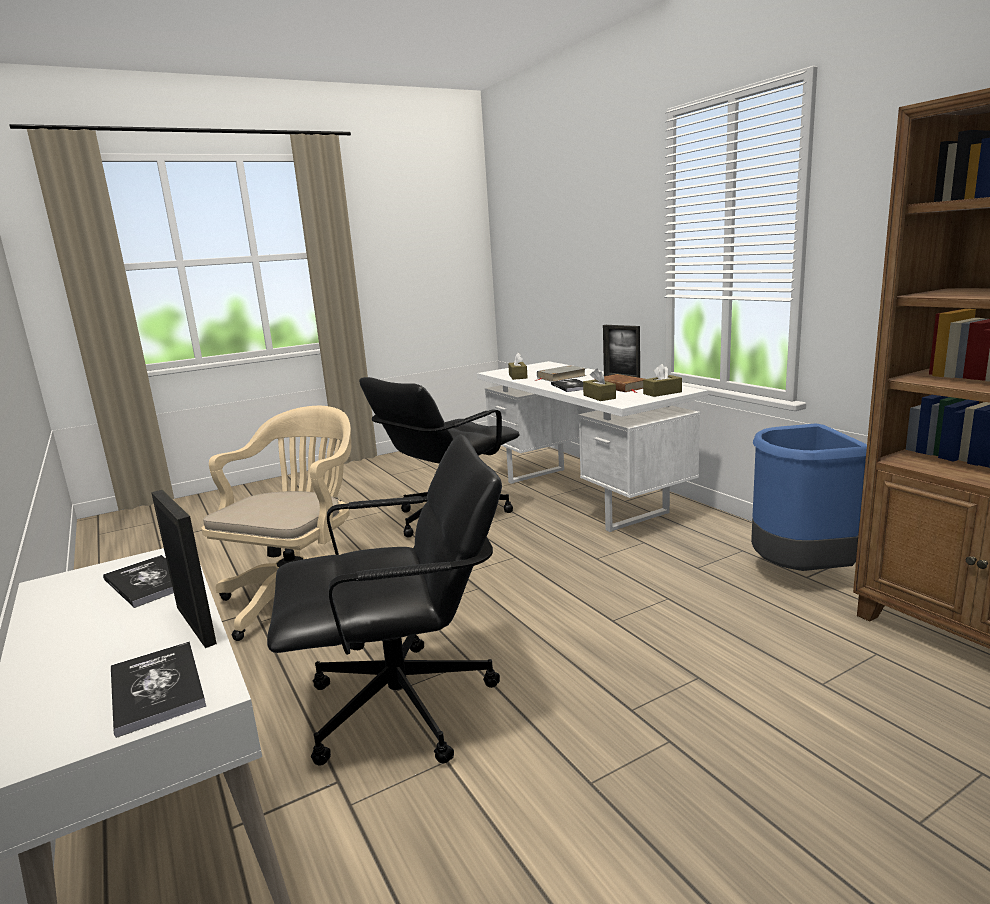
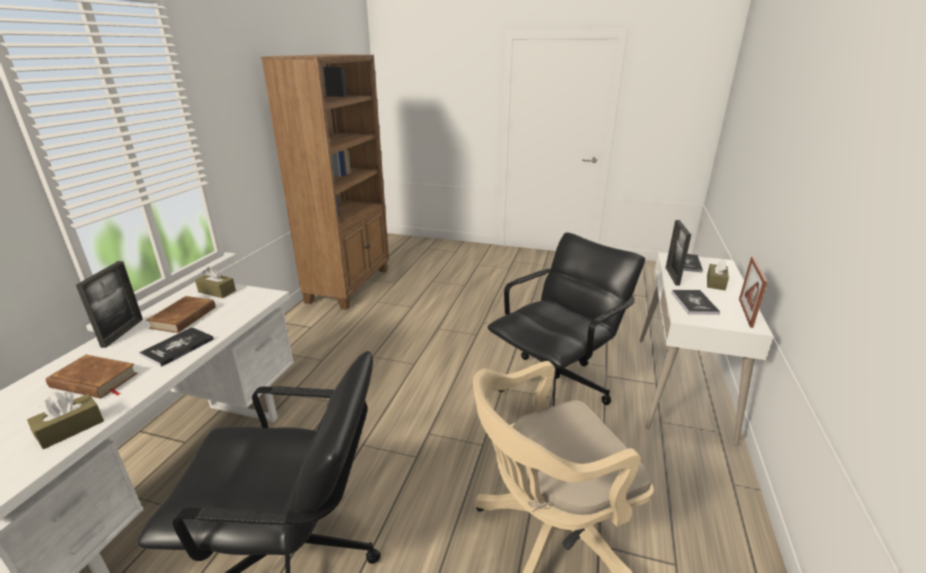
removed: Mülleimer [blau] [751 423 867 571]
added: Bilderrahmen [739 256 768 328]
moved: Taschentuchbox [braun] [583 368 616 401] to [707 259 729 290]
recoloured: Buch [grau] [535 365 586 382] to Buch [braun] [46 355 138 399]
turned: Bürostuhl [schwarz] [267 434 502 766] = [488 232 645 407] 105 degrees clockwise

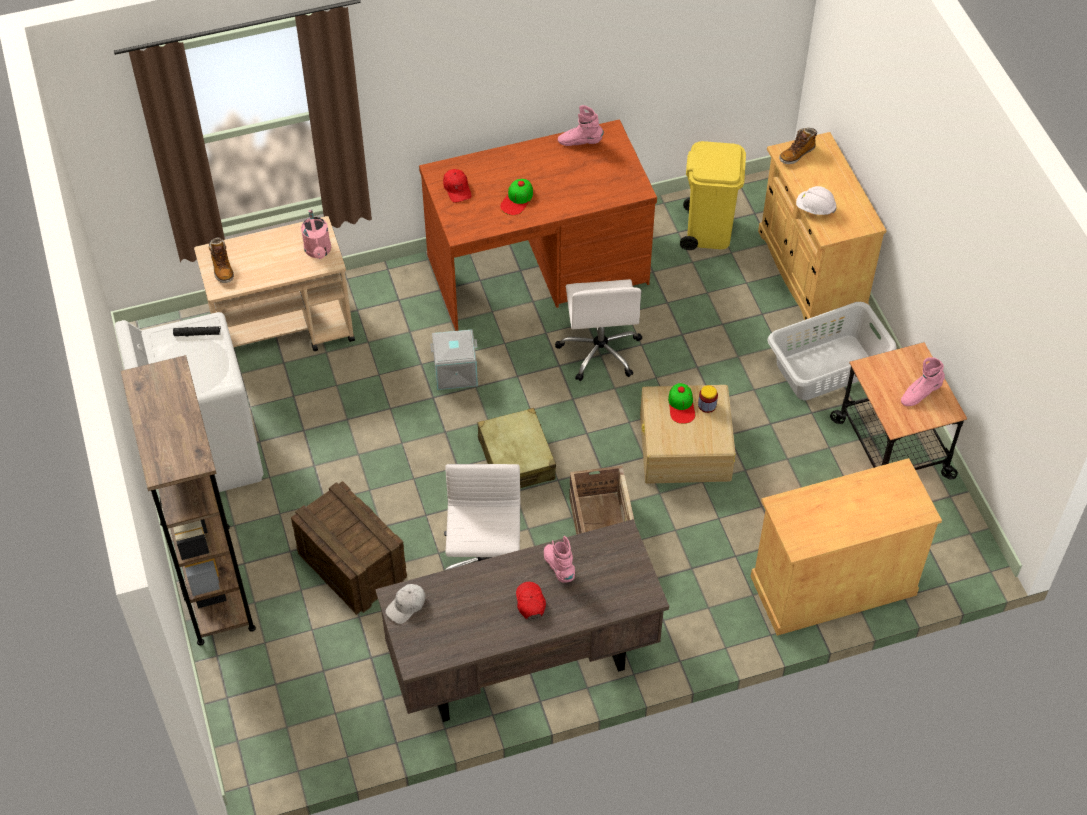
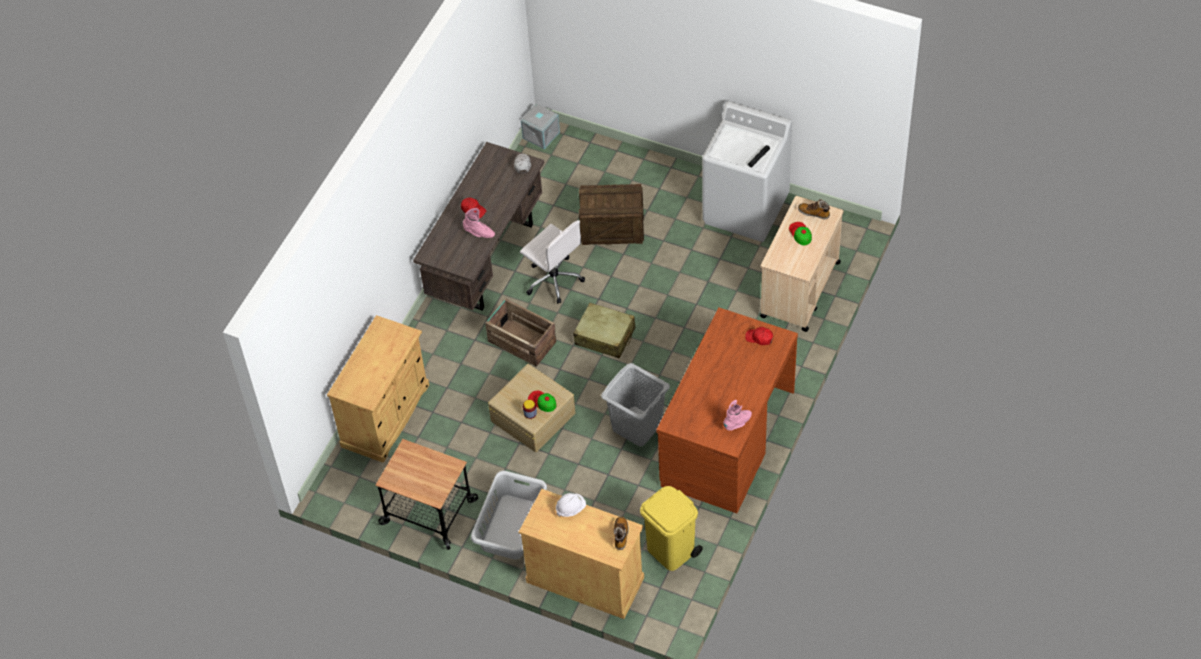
removed: Bücherregal [braun] [121 355 256 646]; Gießkanne [rosa] [301 210 331 259]; Stiefel [rosa] [901 357 945 406]
moved: Aufbewahrungsbox [grau] [430 329 478 390] to [521 104 560 149]; Kappe [500 179 533 215] to [789 222 812 245]
replaced: Bürostuhl [weiß] [555 279 642 381] to Wäschekorb [grau] [601 363 670 447]

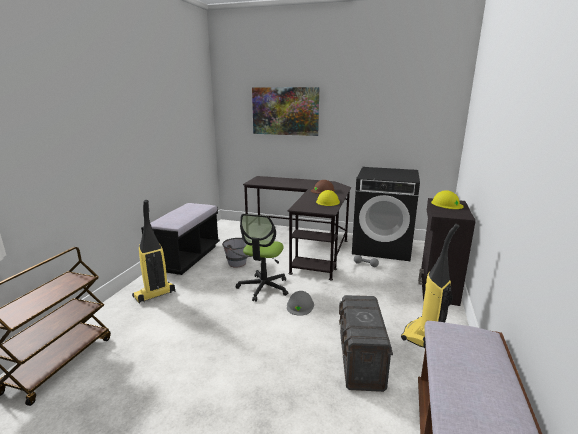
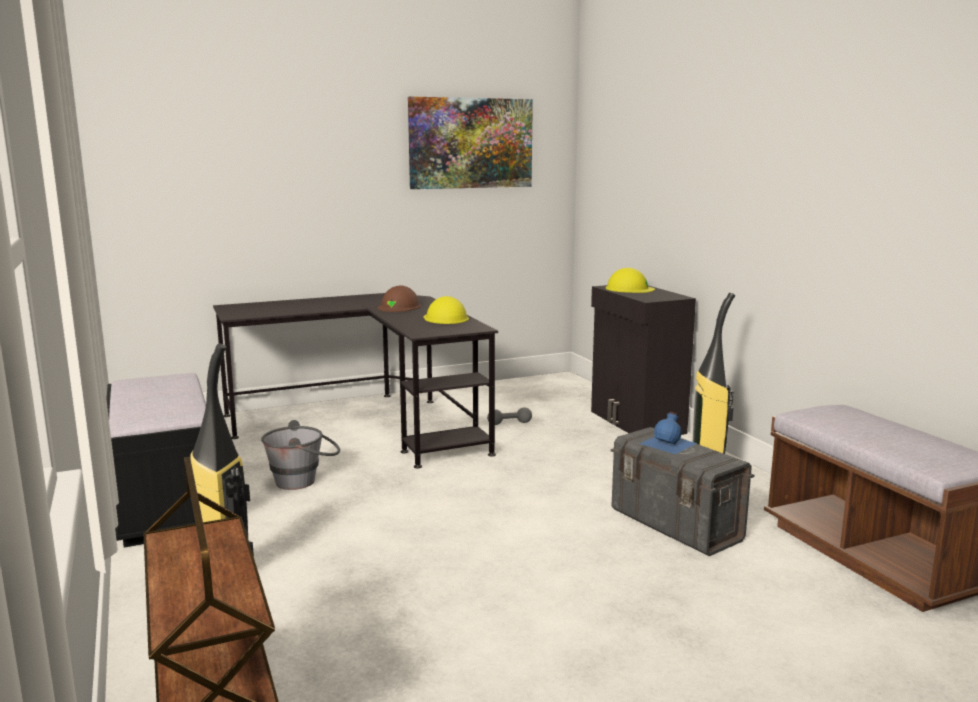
removed: Bürostuhl [236 214 288 302]; Schutzhelm [grau] [287 291 314 316]; Waschmaschine [schwarz] [352 167 420 261]
added: Flasche [blau] [640 412 697 454]
moved: Bild [252 87 320 136] to [408 96 533 189]

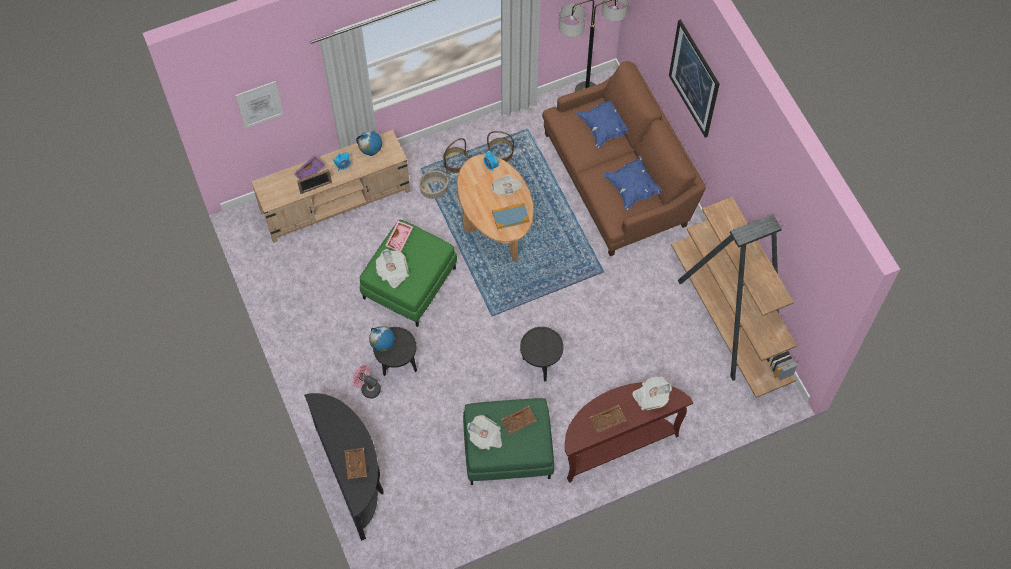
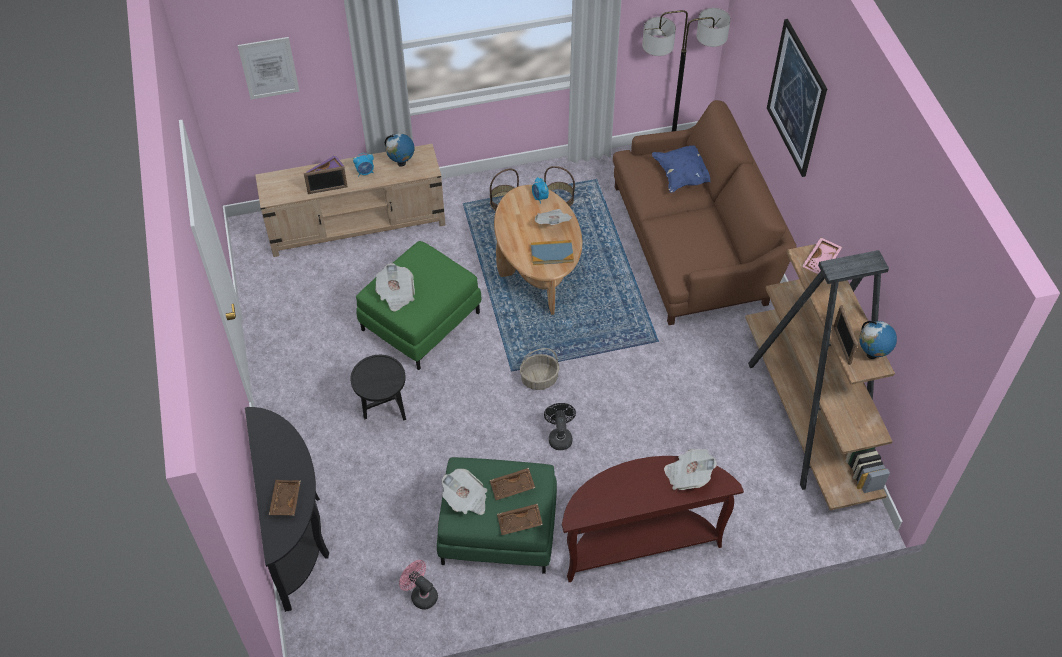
removed: Kissen [blau] [603 156 662 210]
added: Bilderrahmen [833 305 858 365]
moved: Ventilator [rosa] [353 364 381 399] to [399 560 438 610]; Globus [369 326 395 352] to [859 321 897 359]; Tablett [rosa] [385 221 413 252] to [802 238 842 274]; Korb [419 167 449 199] to [520 348 560 390]; Tablett [braun] [590 405 627 433] to [497 503 543 535]
replaced: Beistelltisch [schwarz] [520 327 564 382] to Ventilator [schwarz] [544 403 576 450]

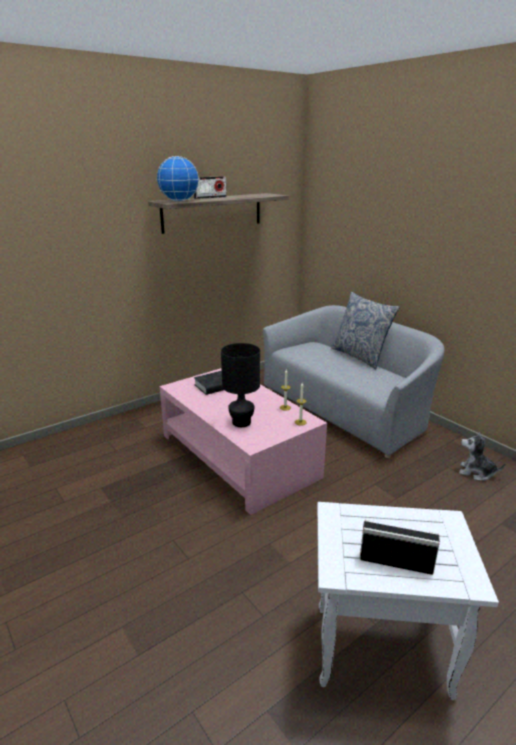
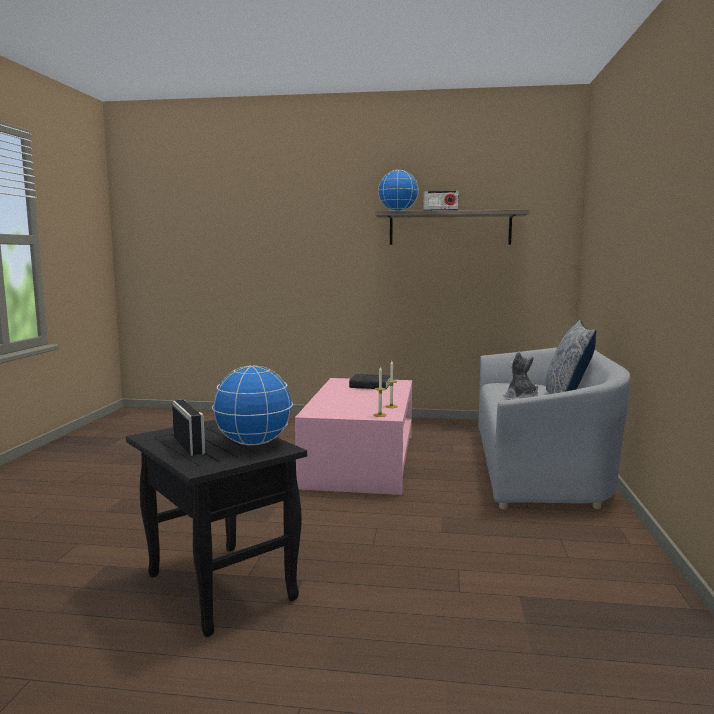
removed: Tischlampe [schwarz] [221 343 260 427]
added: Globus [212 365 293 445]
moved: Plüschtier [459 432 505 481] to [503 351 538 400]
recoloured: Beistelltisch [weiß] [317 502 499 700] to Beistelltisch [schwarz] [126 420 307 637]

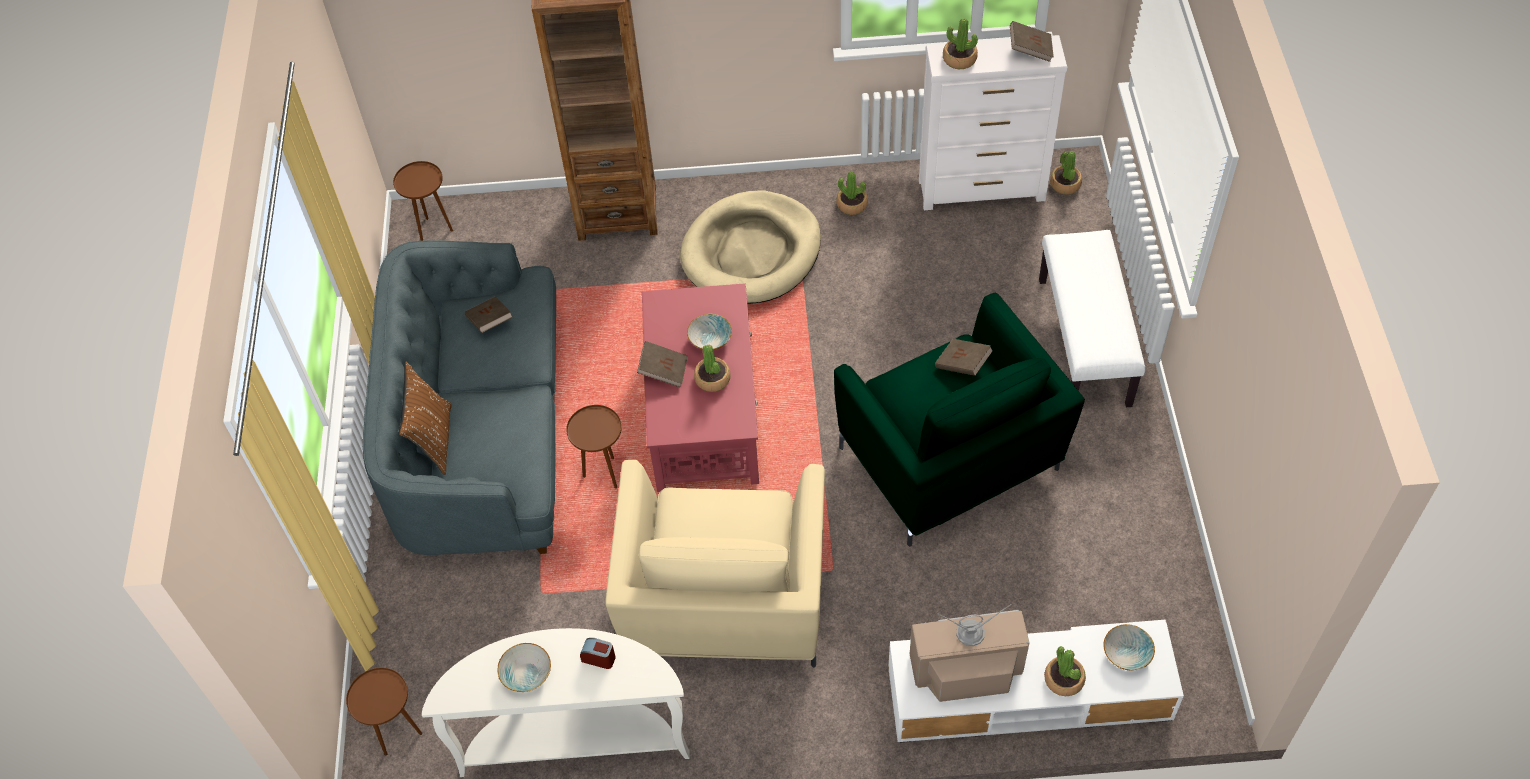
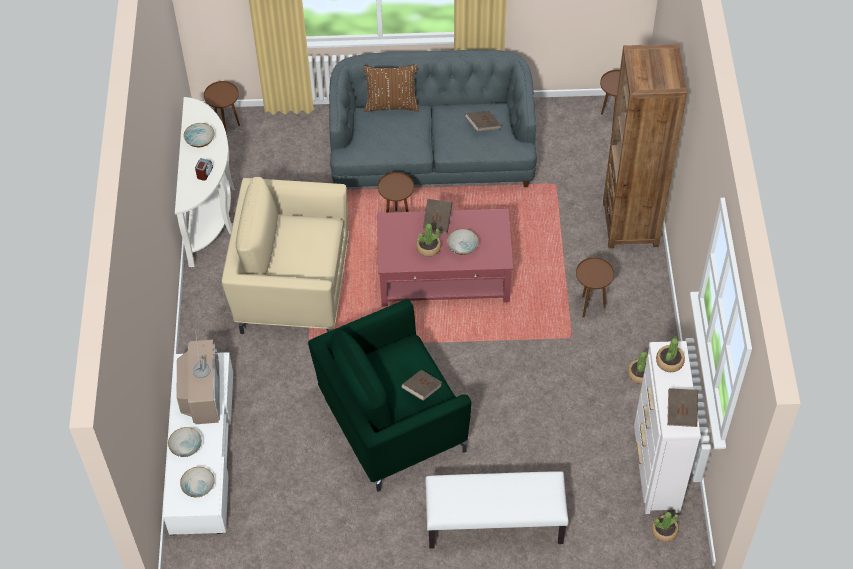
replaced: Hundebett [beige] [680 191 821 304] to Beistelltisch [braun] [576 257 614 318]; Topfpflanze [1044 646 1086 696] to Schüssel [168 427 202 457]

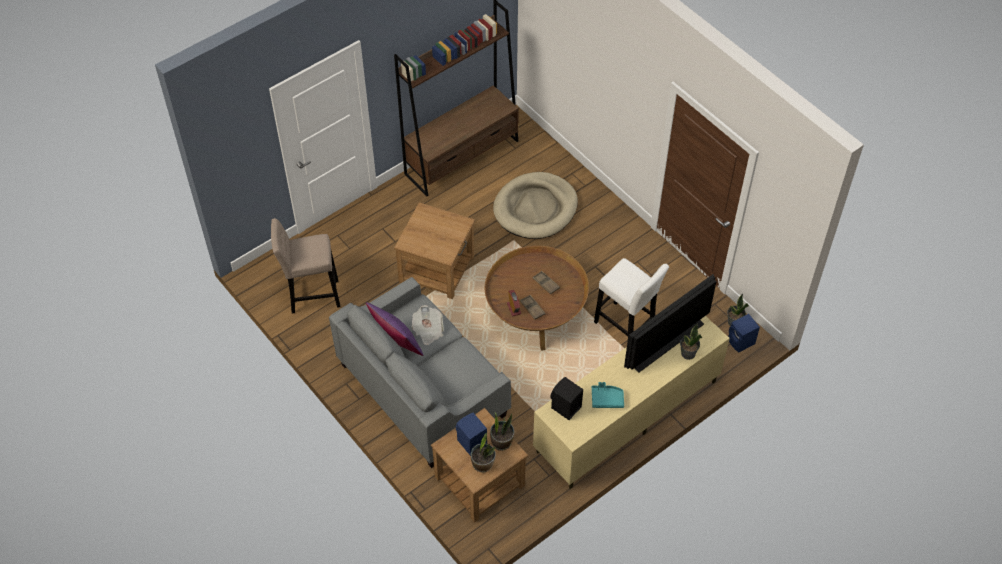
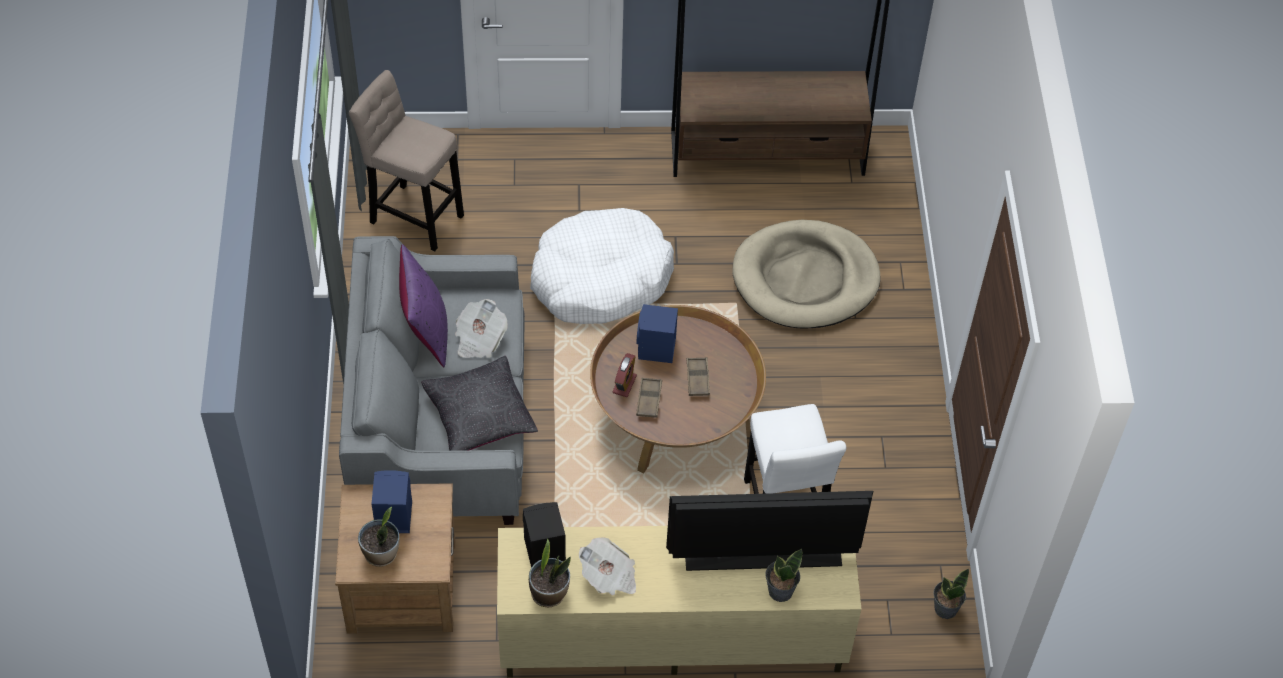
added: Kissen [schwarz] [421 356 538 451]
moved: Topfpflanze [490 413 514 451] to [529 539 571 607]; Lautsprecher [blau] [728 314 760 353] to [636 304 678 363]
replaced: Beistelltisch [braun] [394 202 475 299] to Hundebett [weiß] [530 208 674 324]; Tablett [türkis] [592 382 624 408] to Zeitung [579 537 636 595]

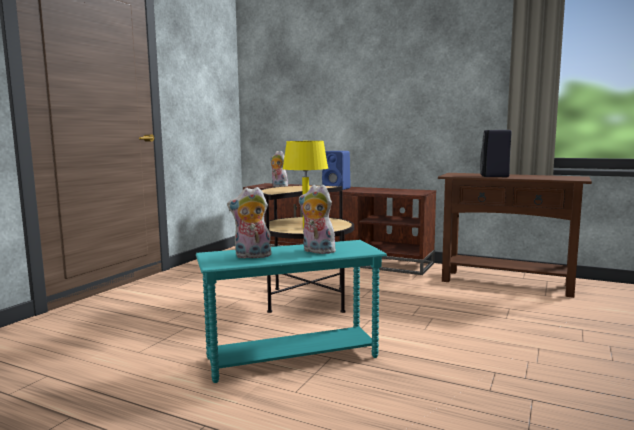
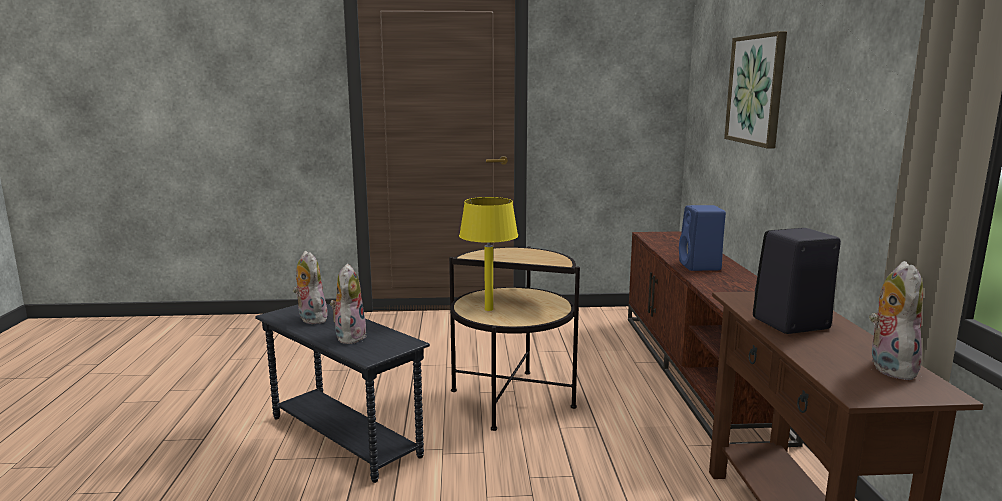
added: Bild [724 31 787 148]
moved: Plüschtier [270 151 288 187] to [869 261 923 380]
recoloured: Beistelltisch [türkis] [196 240 387 383] to Beistelltisch [grau] [255 303 430 483]

